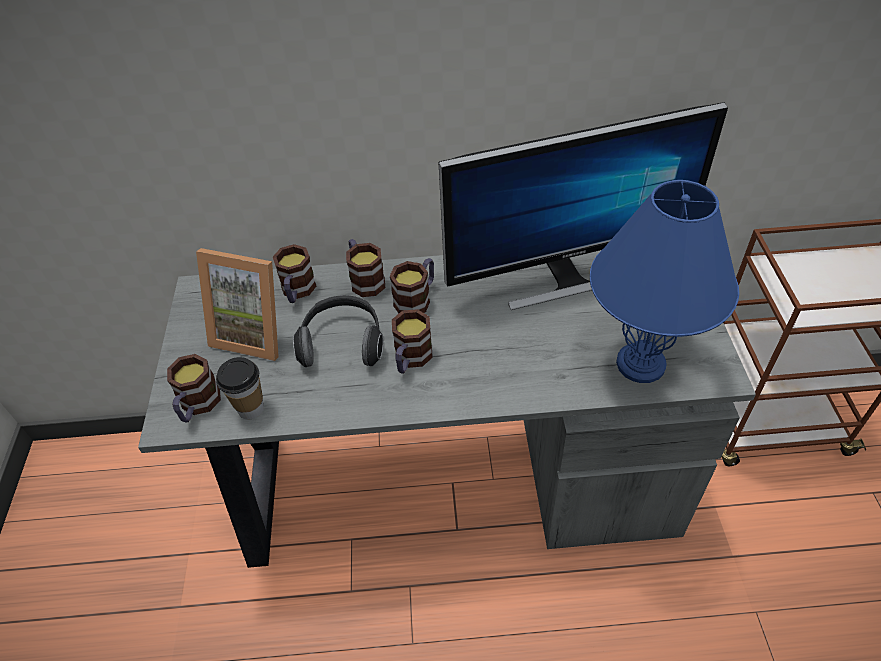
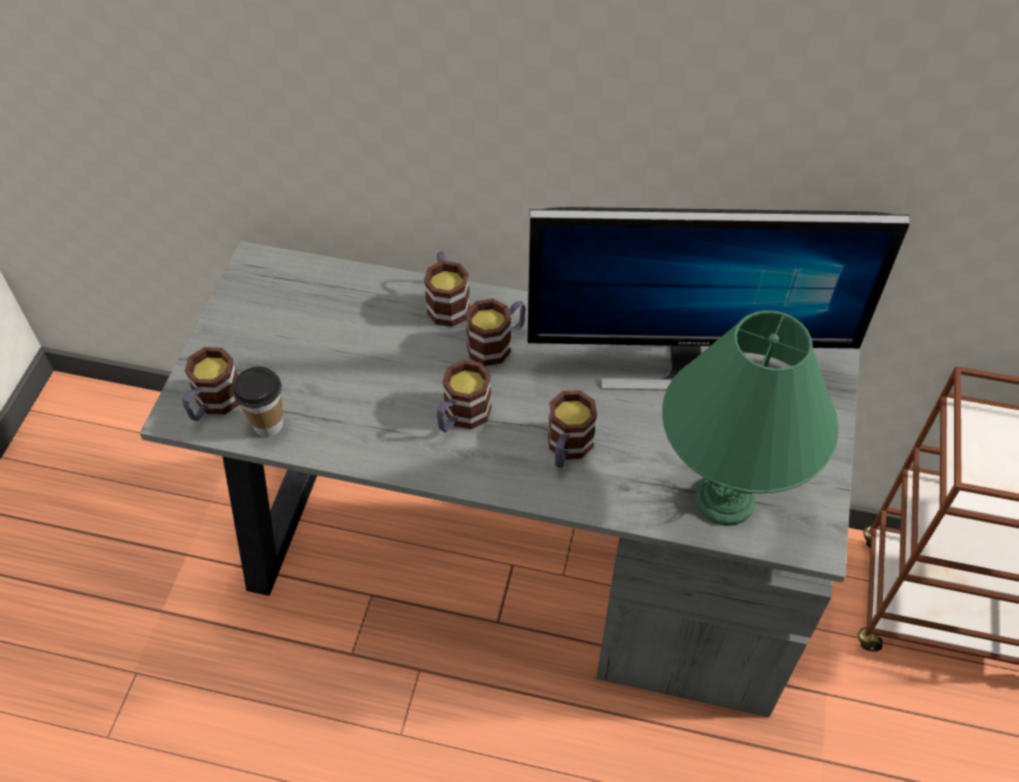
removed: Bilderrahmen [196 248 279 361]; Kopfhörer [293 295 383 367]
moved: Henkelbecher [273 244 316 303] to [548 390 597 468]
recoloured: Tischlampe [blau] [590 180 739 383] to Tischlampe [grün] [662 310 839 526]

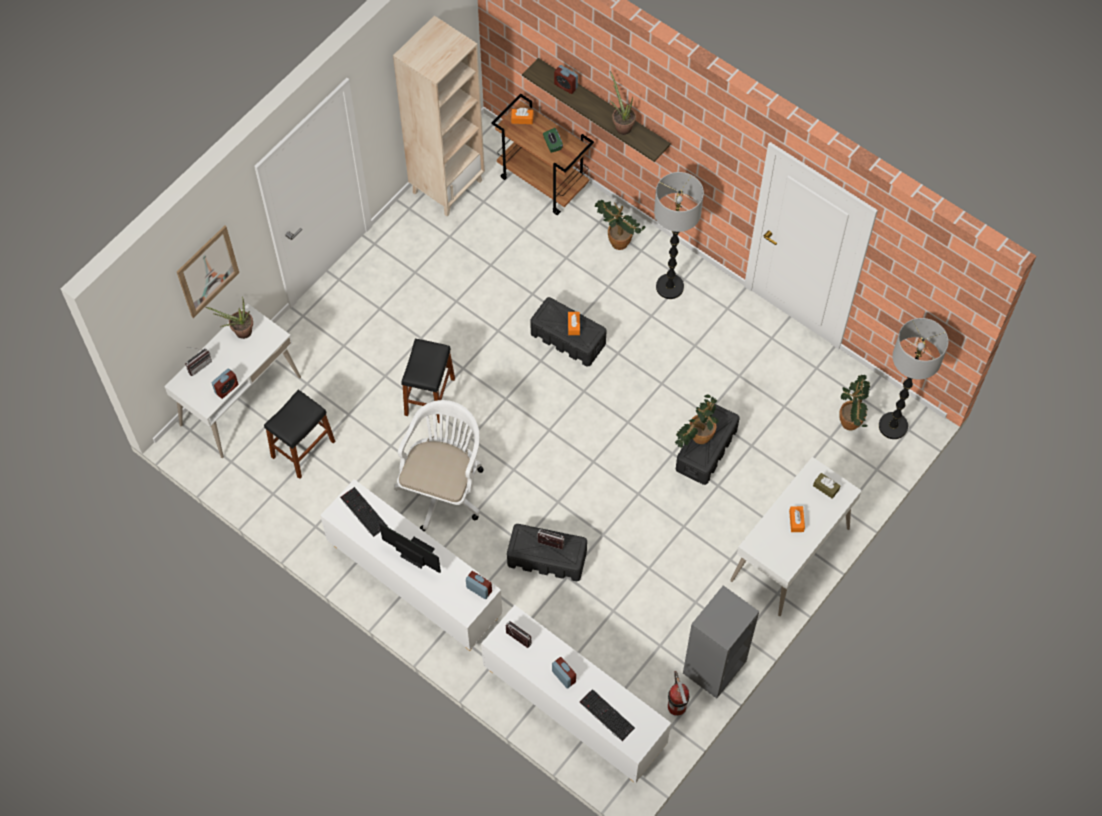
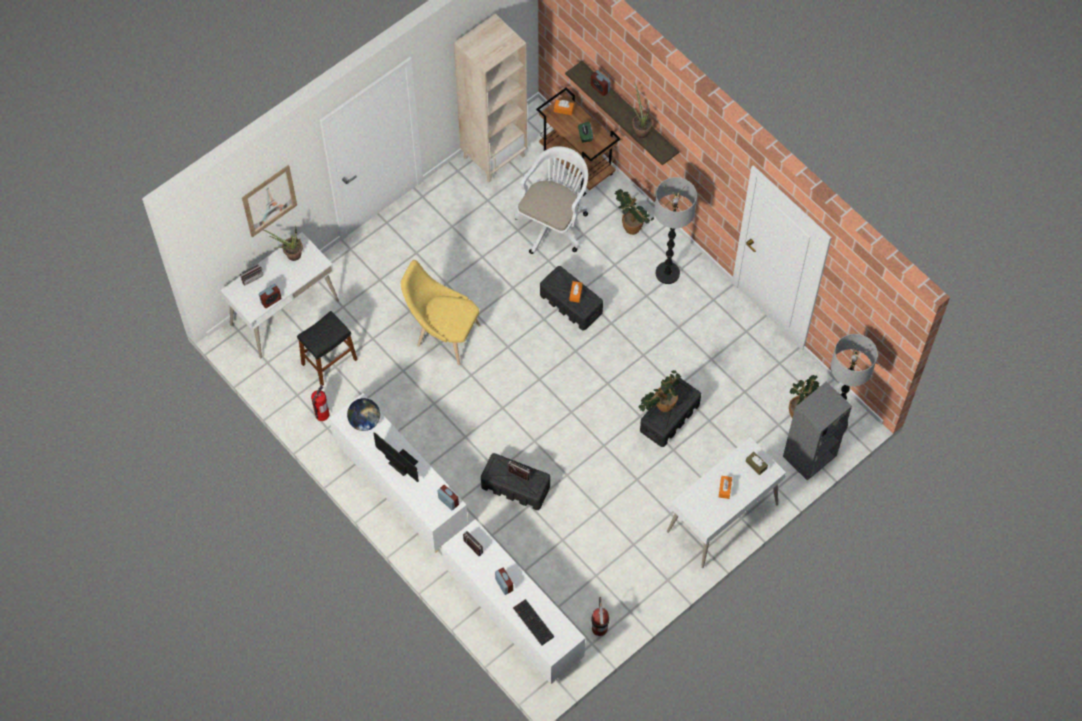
added: Feuerlöscher [311 384 330 421]
moved: Bürostuhl [weiß] [394 400 484 531] to [514 146 588 254]; Bücherregal [grau] [683 585 759 698] to [783 381 852 481]
replaced: Tastatur [340 487 388 537] to Globus [347 398 380 431]; Hocker [schwarz] [401 339 455 423] to Stuhl [gelb] [401 260 480 365]

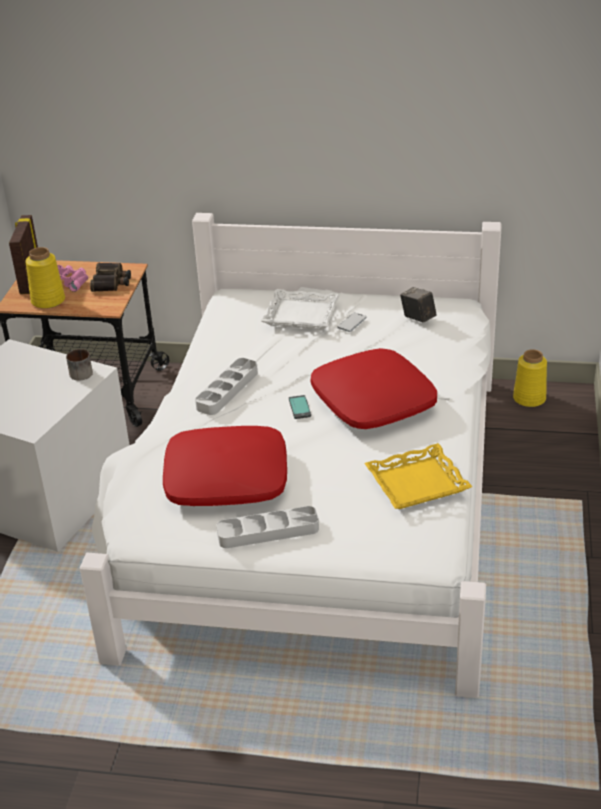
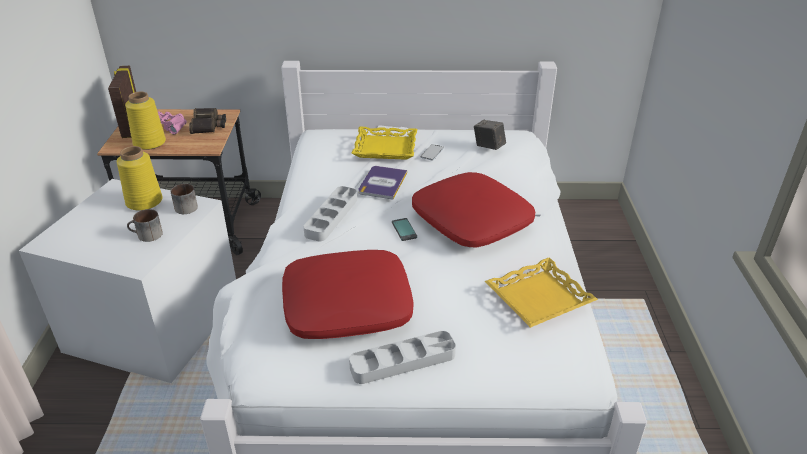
added: Henkelbecher [127 209 163 242]; Buch [358 166 407 200]
moved: Vase [gelb] [513 349 547 407] to [117 146 162 211]
recoloured: Tablett [weiß] [261 289 340 330] to Tablett [gelb] [351 127 417 160]

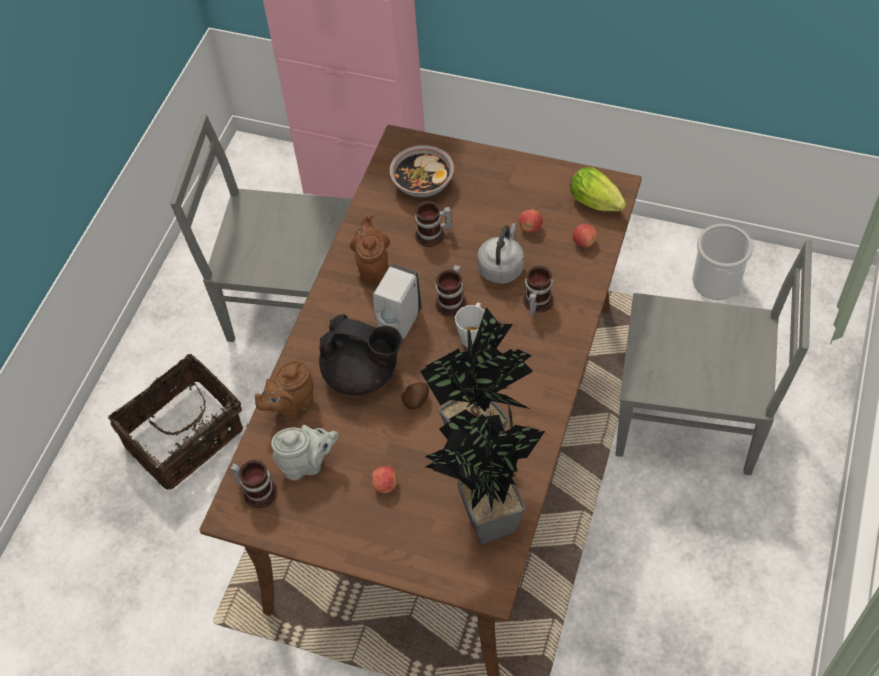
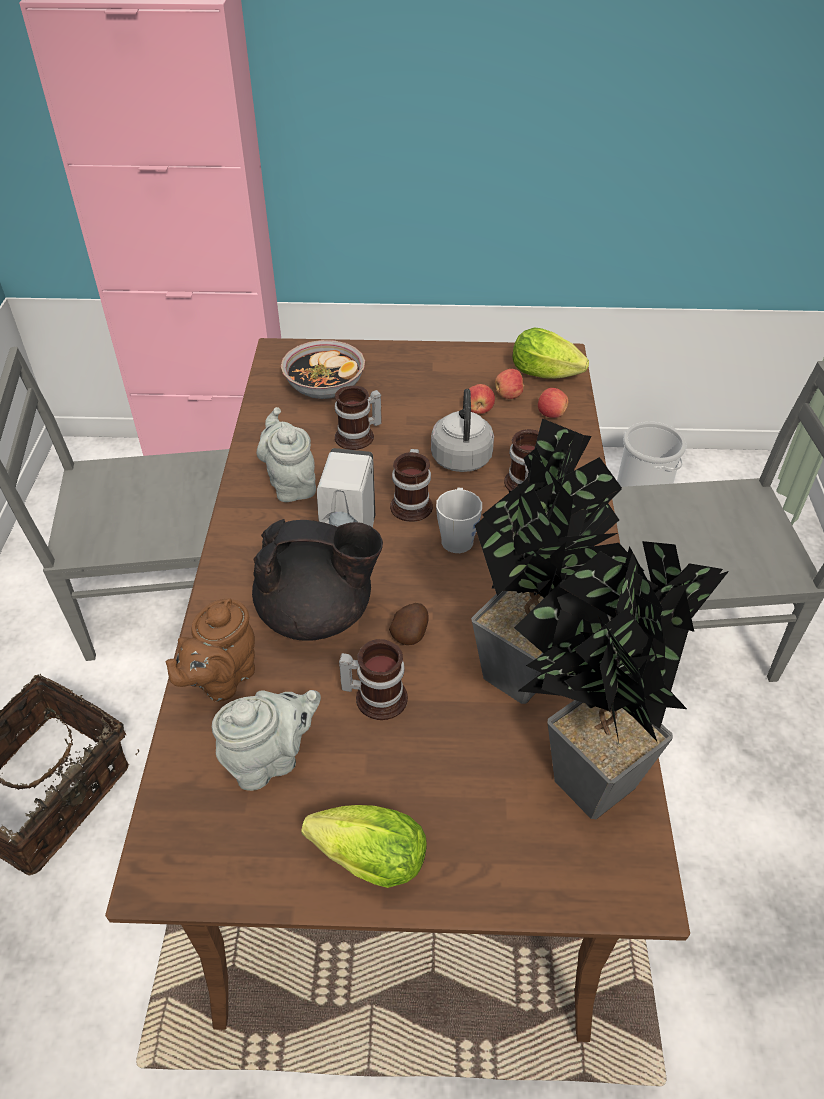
added: Salatkopf [301 805 427 888]
moved: Henkelbecher [230 460 277 508] to [339 639 408 720]; Apfel [372 466 397 493] to [495 369 525 399]
recoloured: Teekanne [braun] [350 214 390 283] to Teekanne [grau] [257 407 316 502]

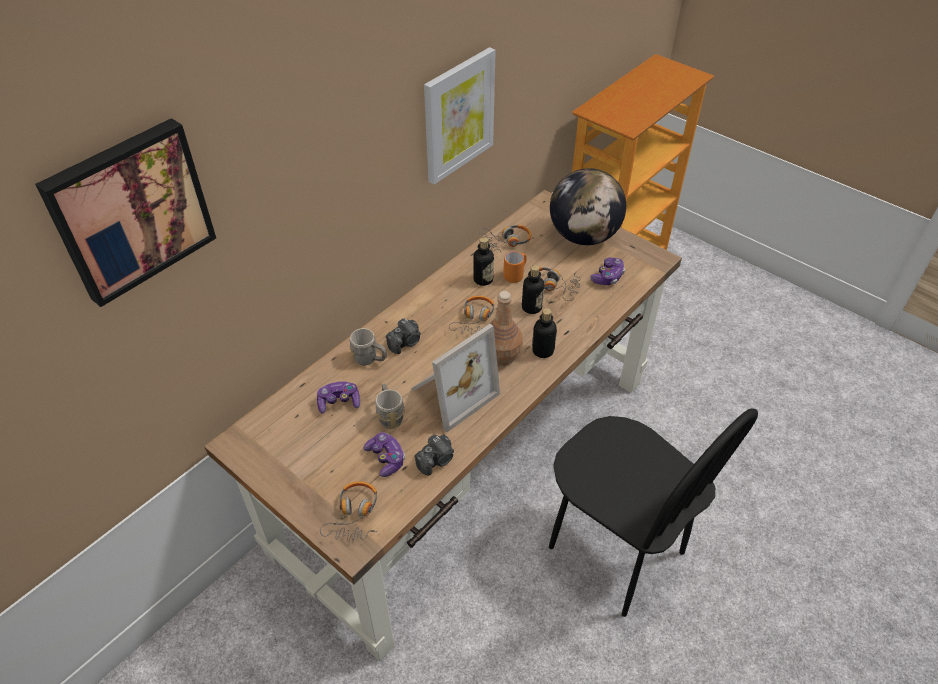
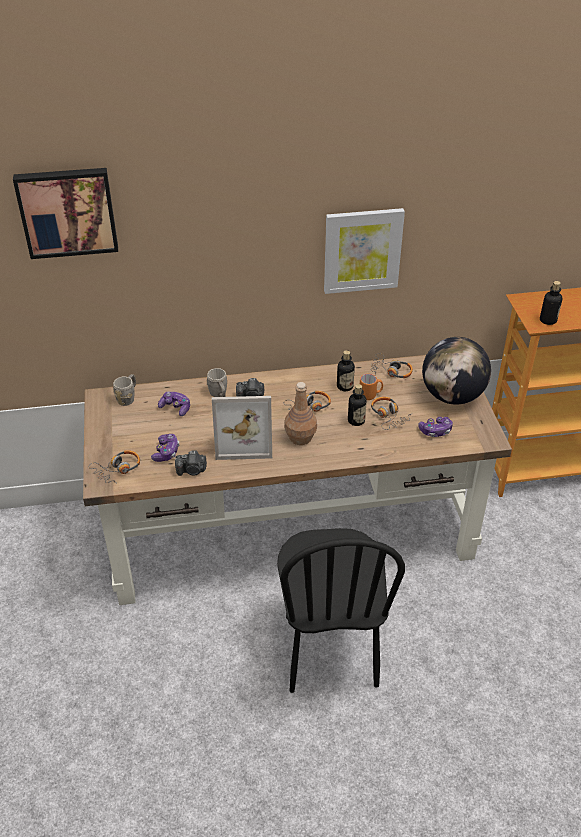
moved: Henkelbecher [grau] [376 384 405 429] to [113 374 136 406]; Flasche [532 308 557 358] to [540 281 563 325]

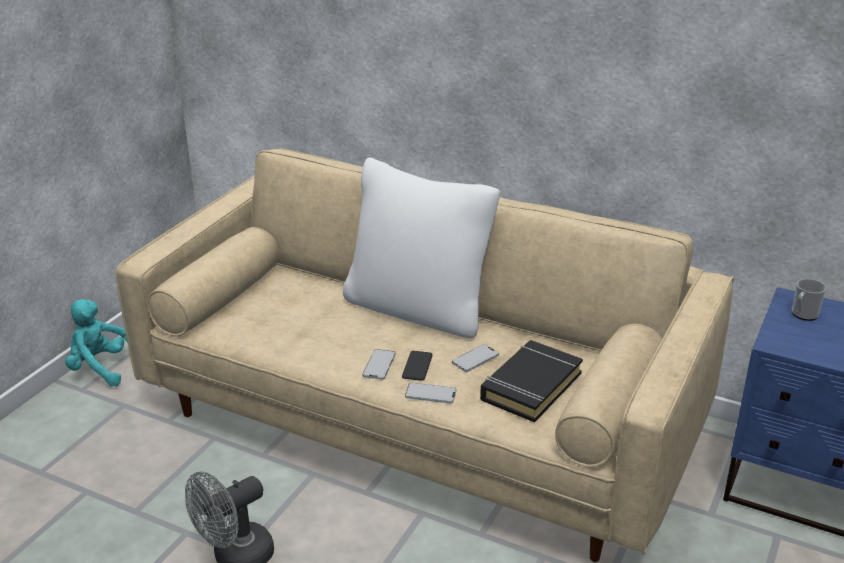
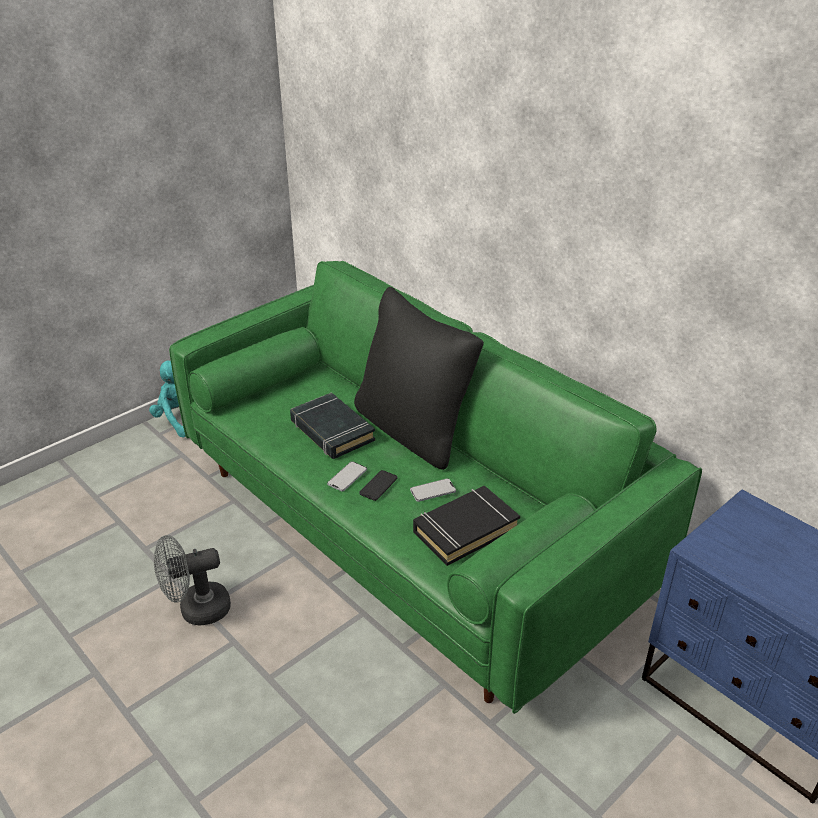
removed: Handy [405 383 456 403]; Henkelbecher [792 279 827 321]
added: Buch [schwarz] [290 392 375 459]
recoloured: Sofa [beige] [115 149 734 562] to Sofa [grün] [169 261 702 714]; Kissen [weiß] [343 158 500 338] to Kissen [schwarz] [354 287 484 470]

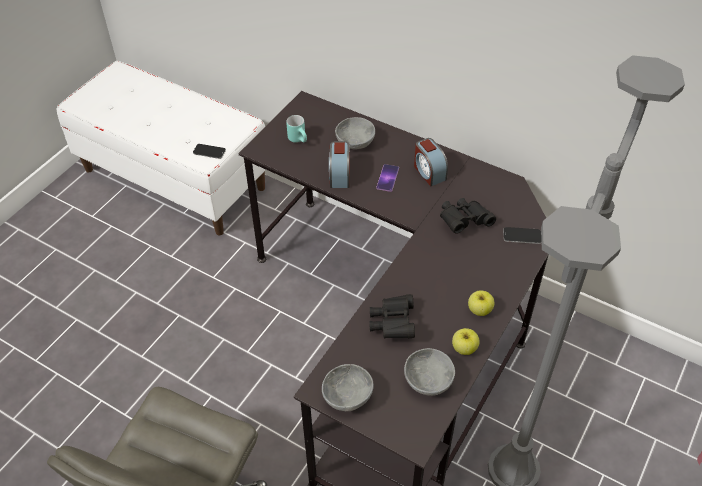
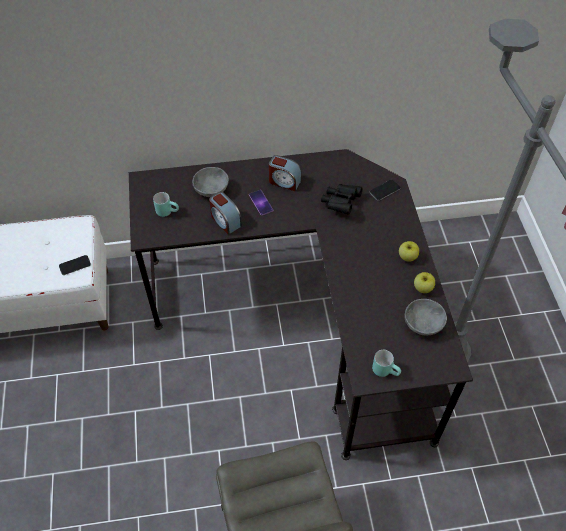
removed: Fernglas [schwarz] [369 294 415 339]
replaced: Schüssel [grau] [322 364 374 411] to Henkelbecher [türkis] [372 350 401 377]

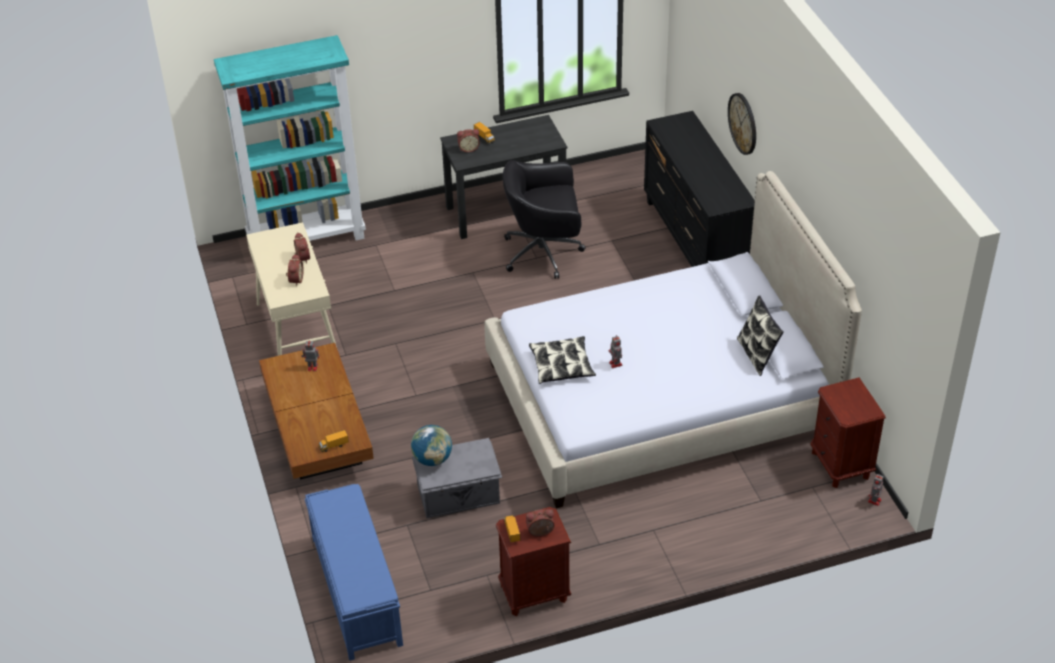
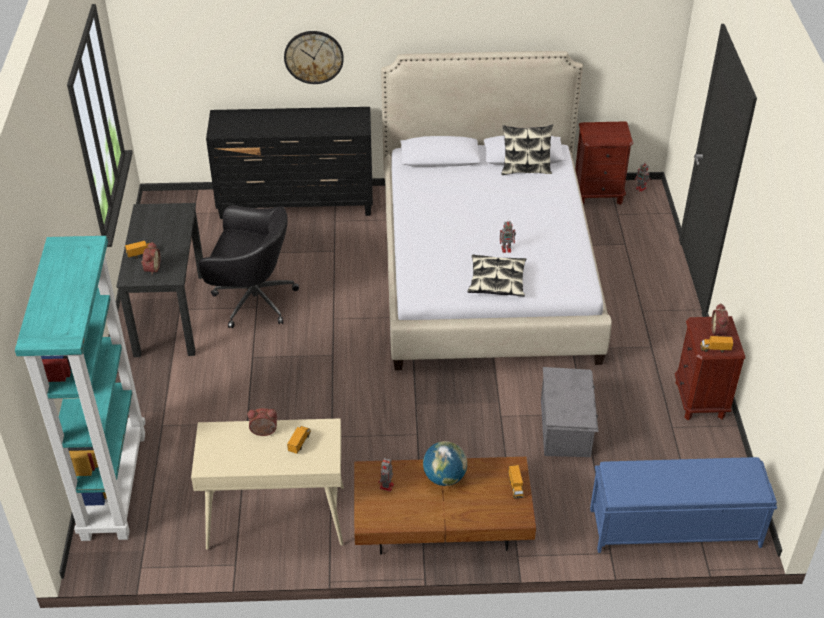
moved: Globus [411 425 452 466] to [423 441 467 486]
replaced: Wecker [286 254 303 286] to Spielzeuglaster [287 426 311 454]
turned: Bürostuhl [schwarz] [503 160 586 279] = [199 205 299 328] 90 degrees counterclockwise

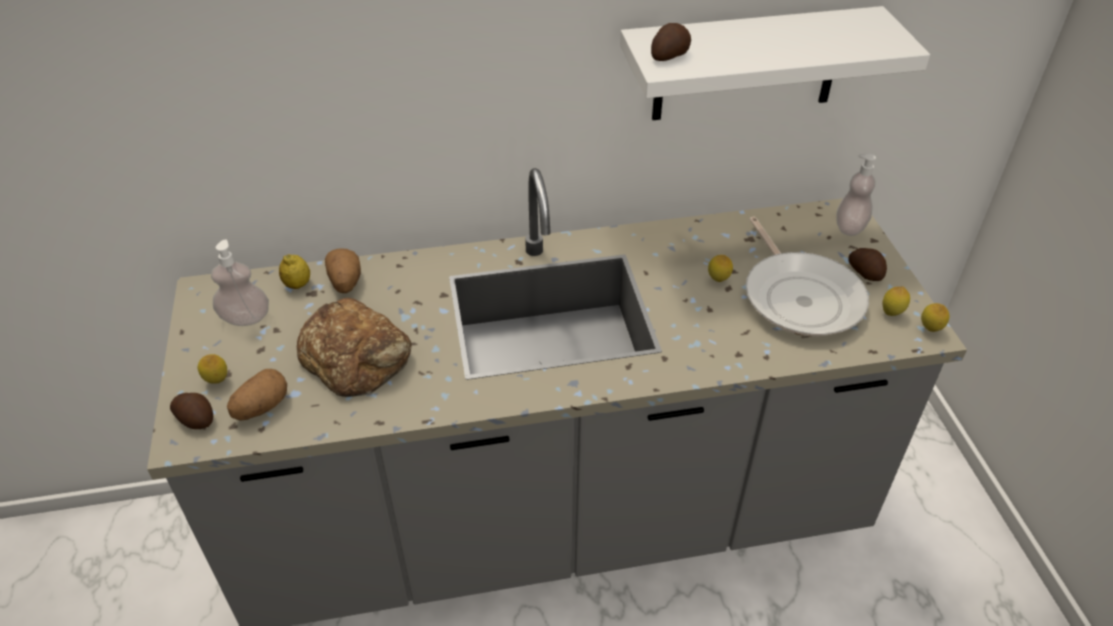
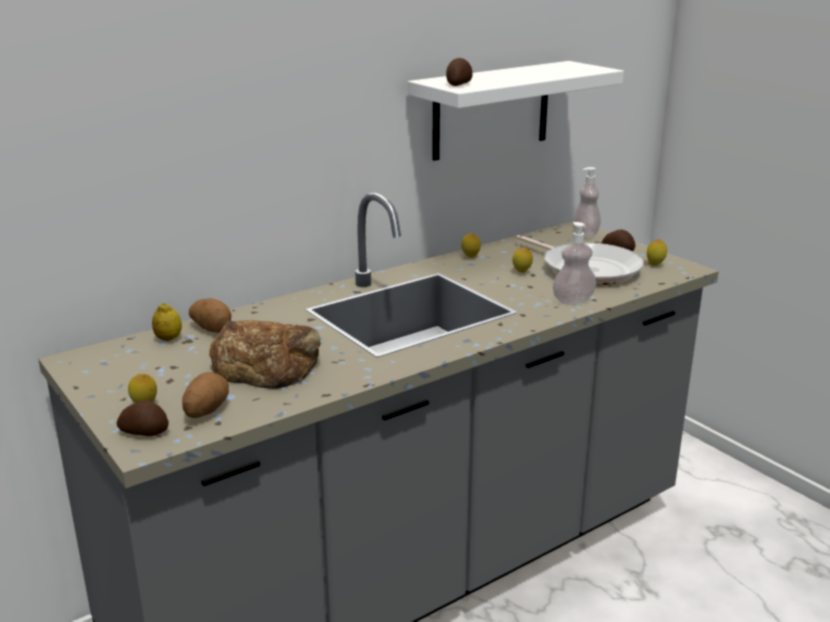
moved: Seifenspender [211 240 269 326] to [553 222 596 305]; Zitrone [921 303 950 332] to [461 234 481 258]

